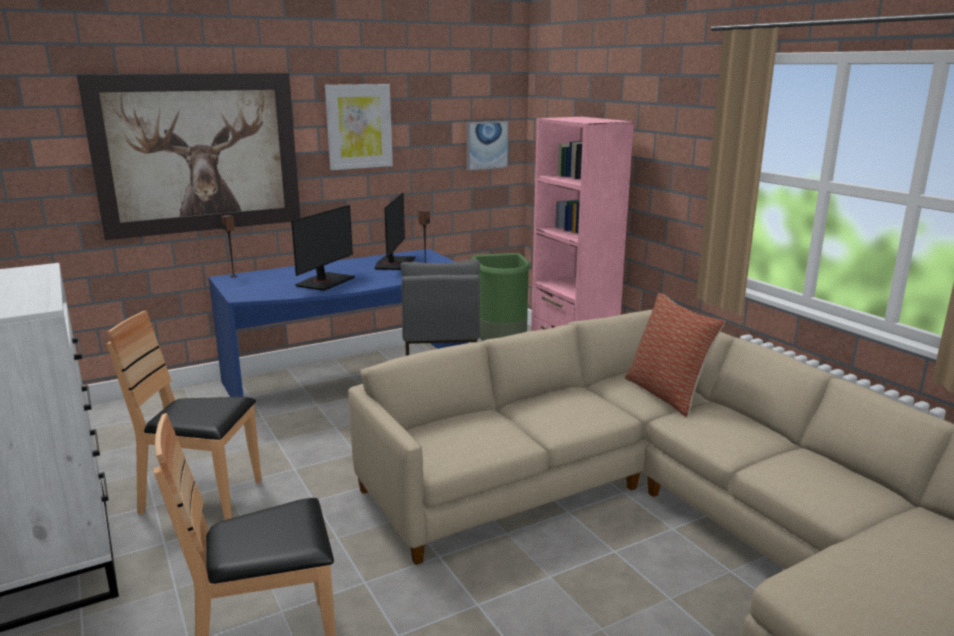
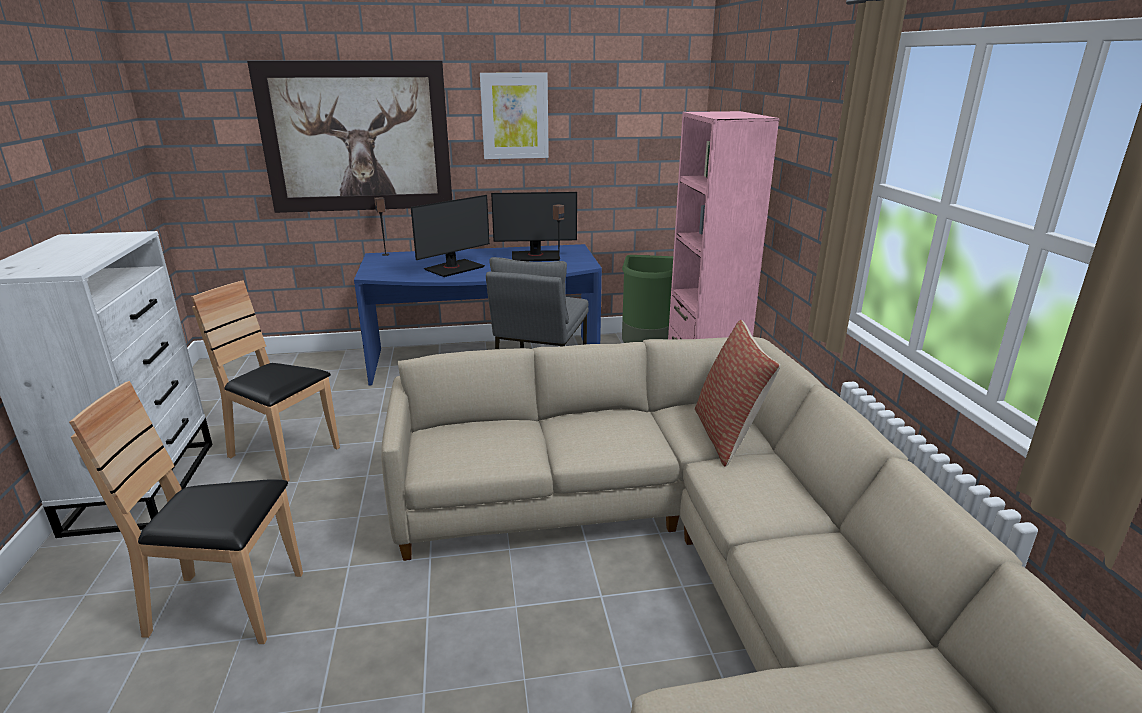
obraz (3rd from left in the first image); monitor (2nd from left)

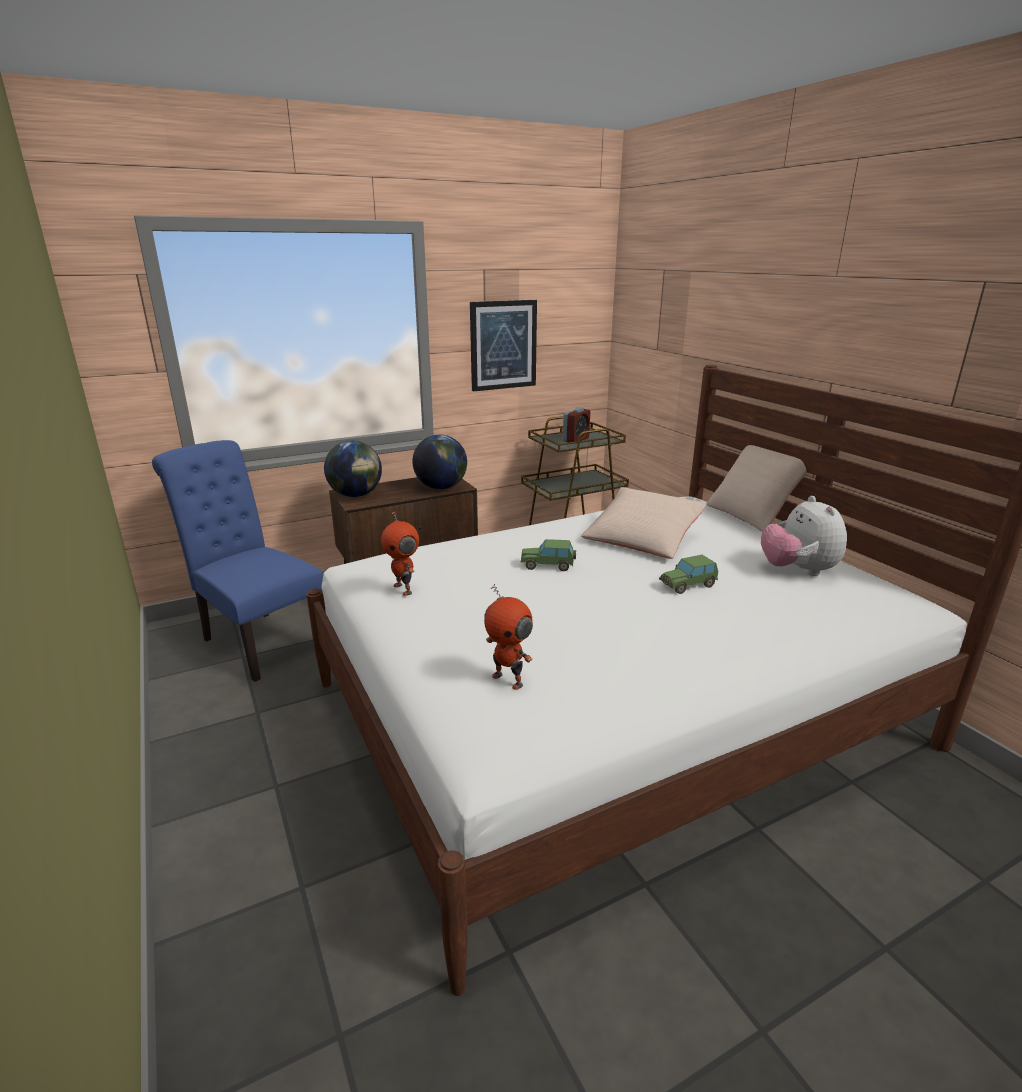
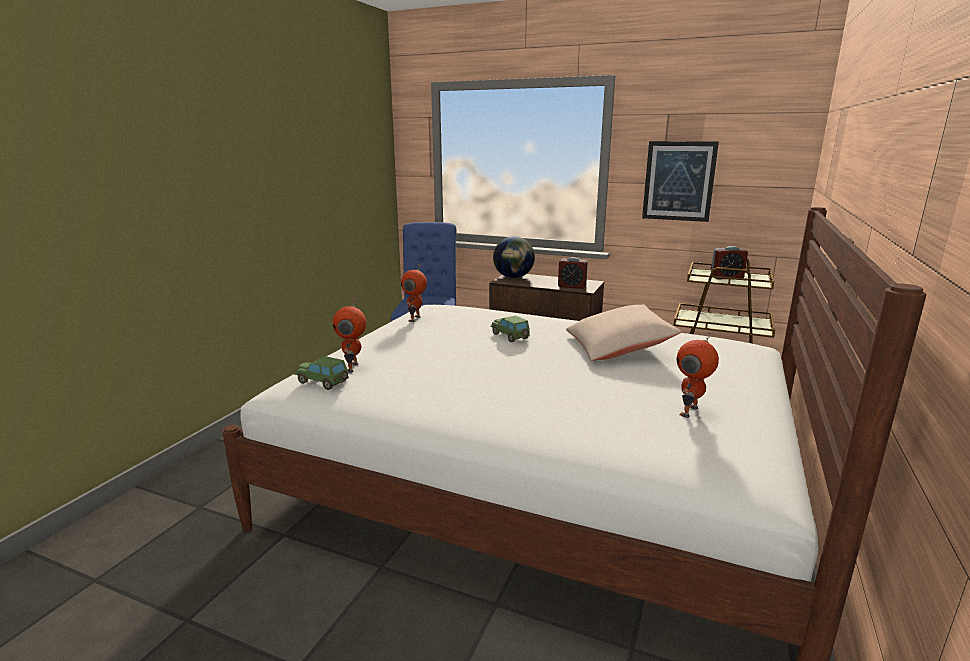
budzik (1st from left); poduszka/beżowy (2nd from left in the first image); robot zabawkowy (3rd from left); samochodzik (1st from left)

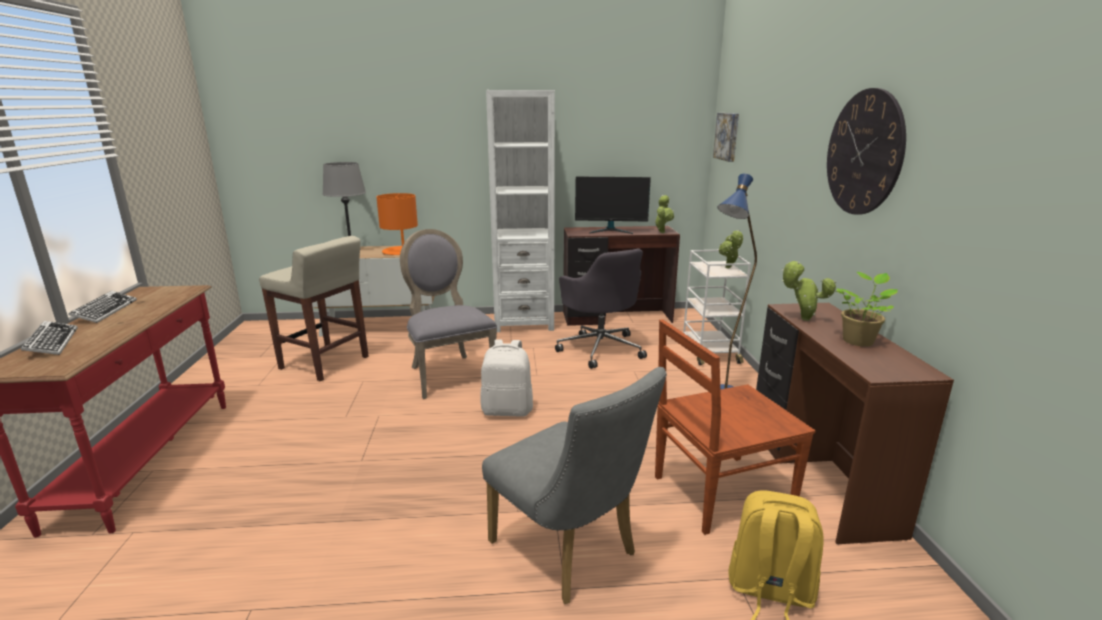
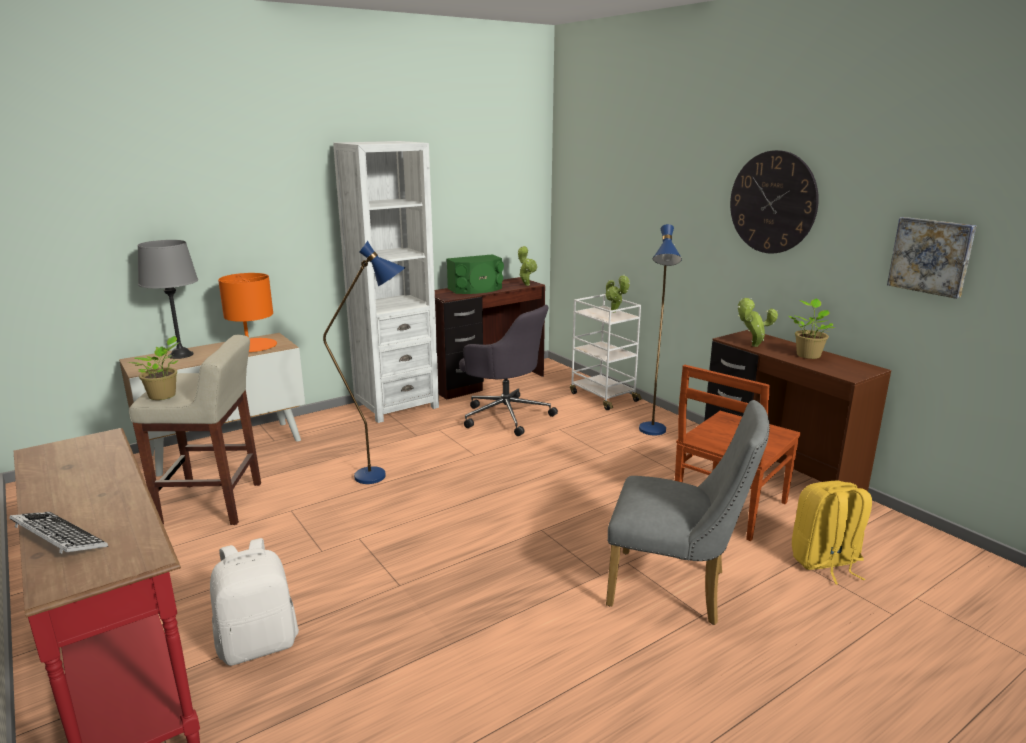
obraz; głośnik/zielony; lampa stojąca/niebieski (1st from left); klawiatura (2nd from left in the first image); plecak/biały; roślina doniczkowa (1st from left)

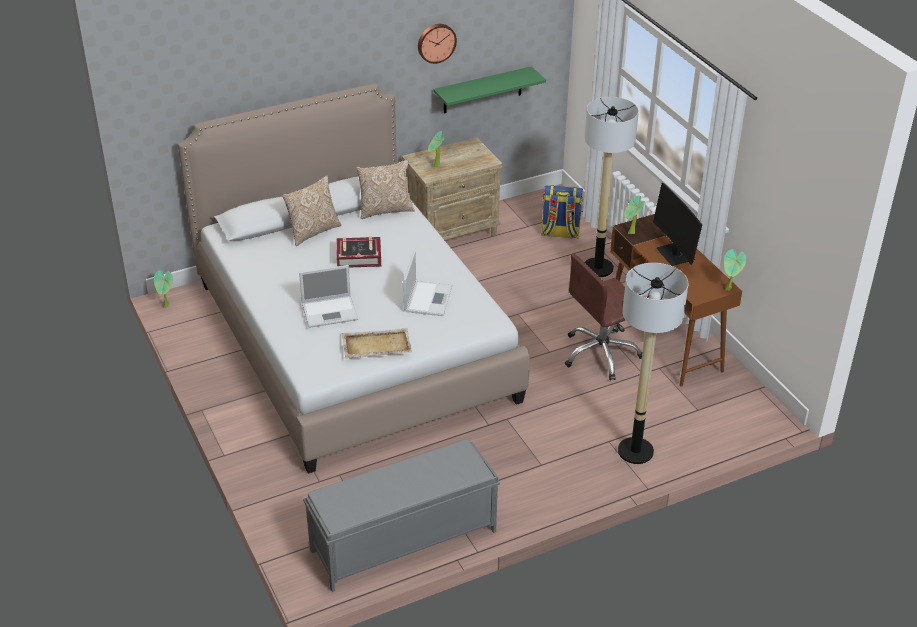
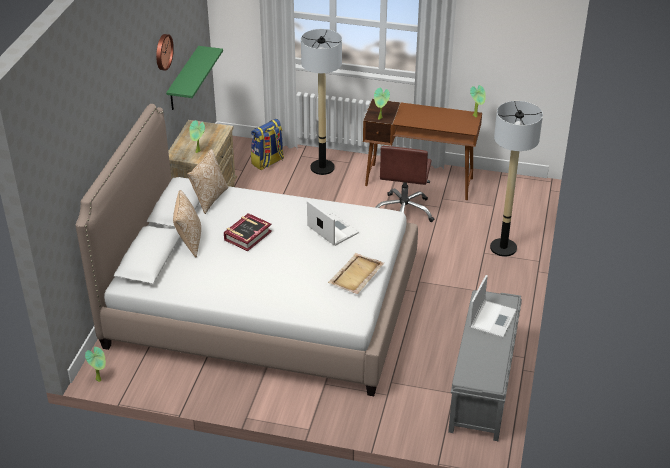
monitor; laptop (2nd from left)

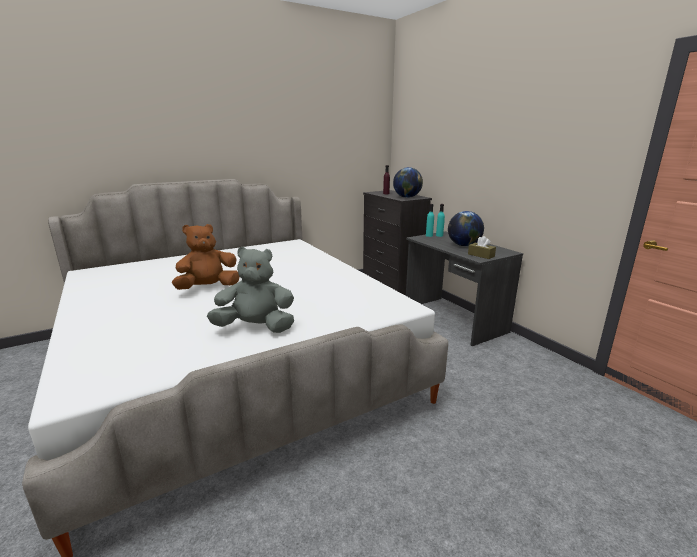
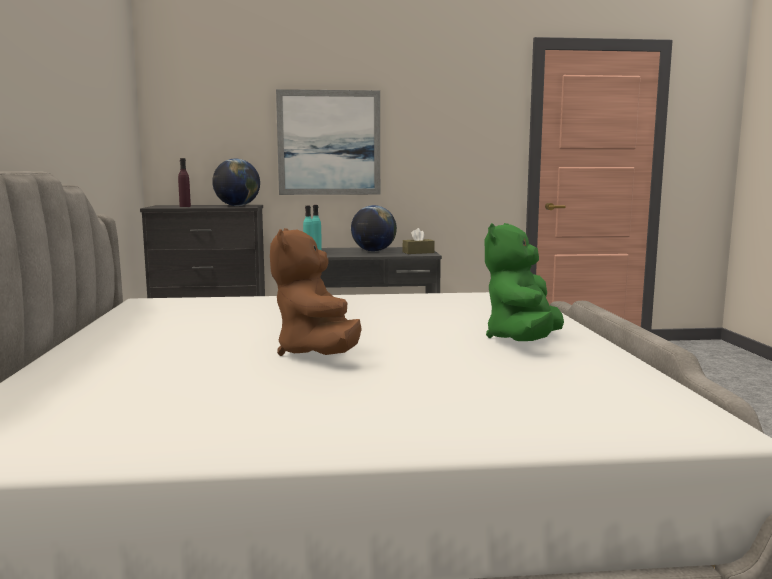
pluszak/zielony; obraz

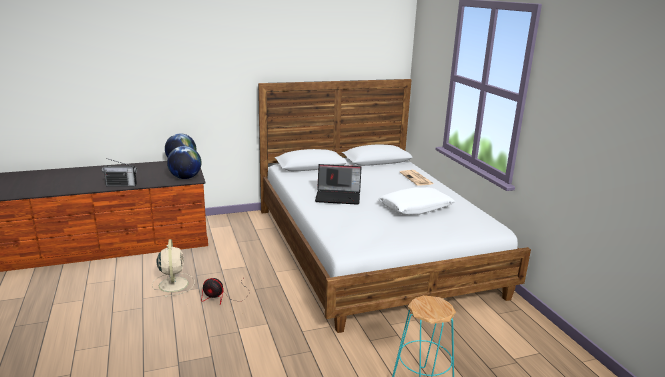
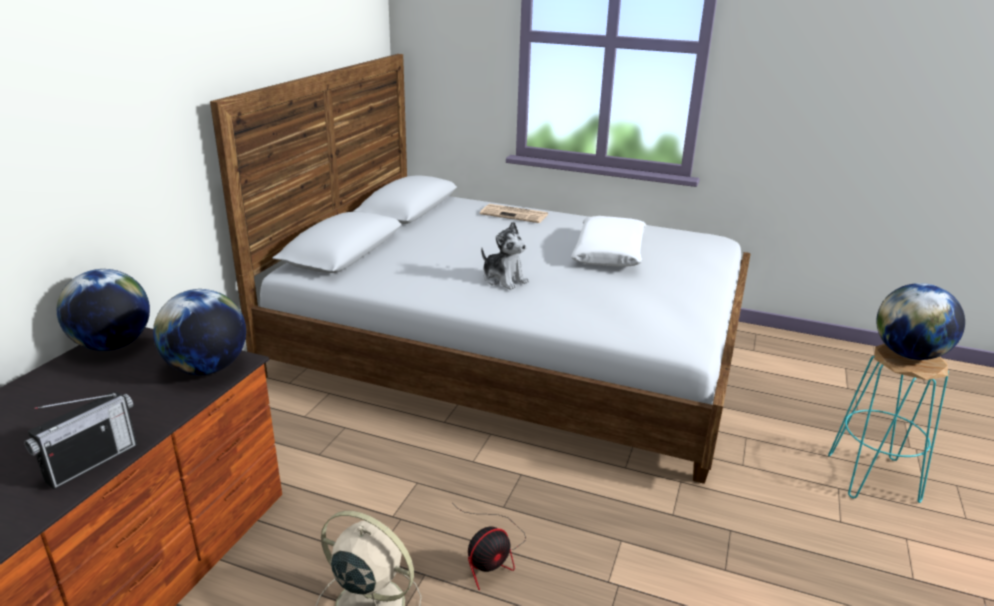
pluszak; globus (3rd from left)

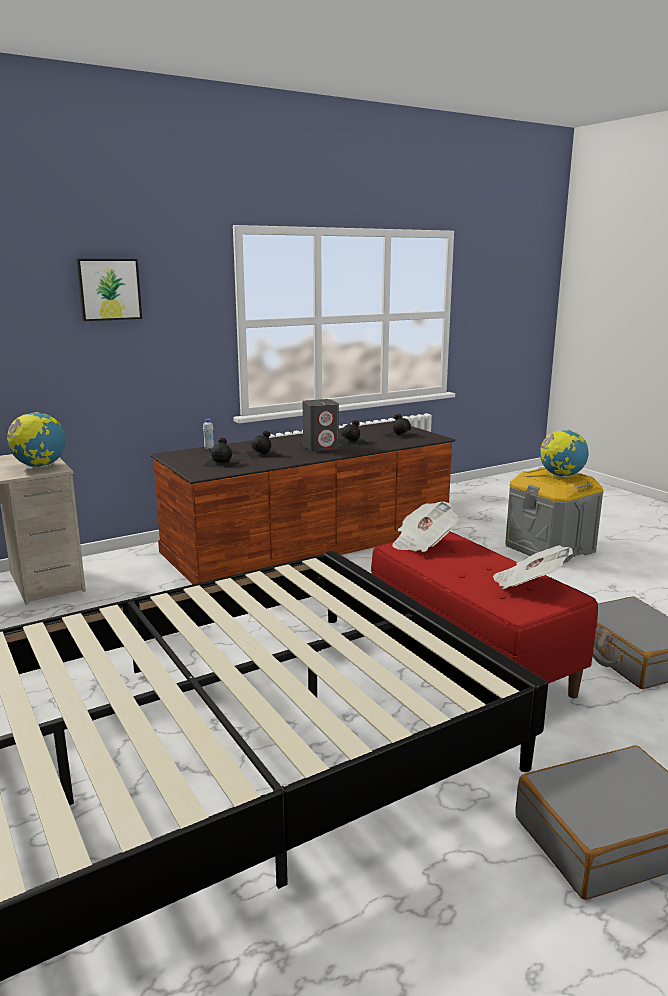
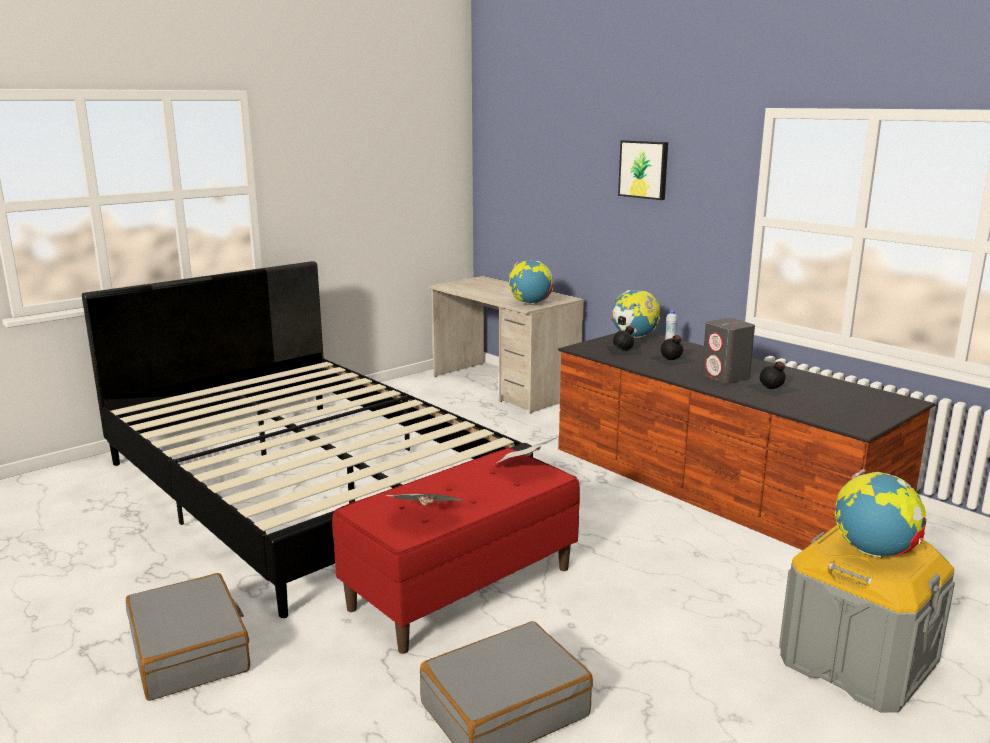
butelka/czarny (4th from left in the first image); globus (2nd from left)

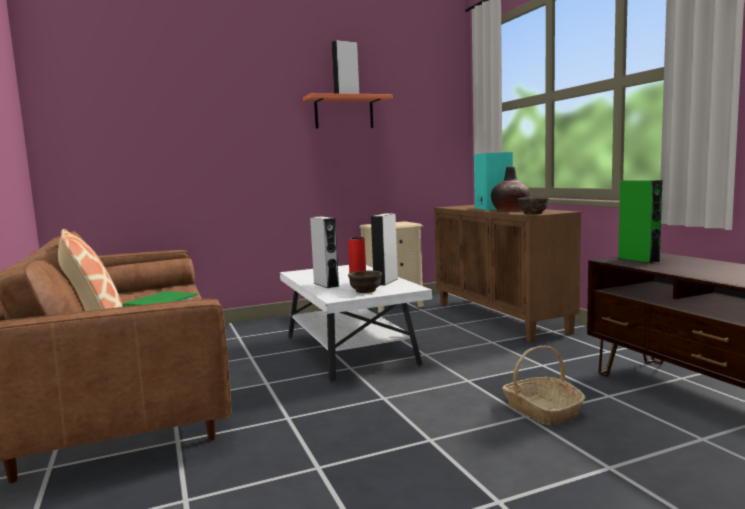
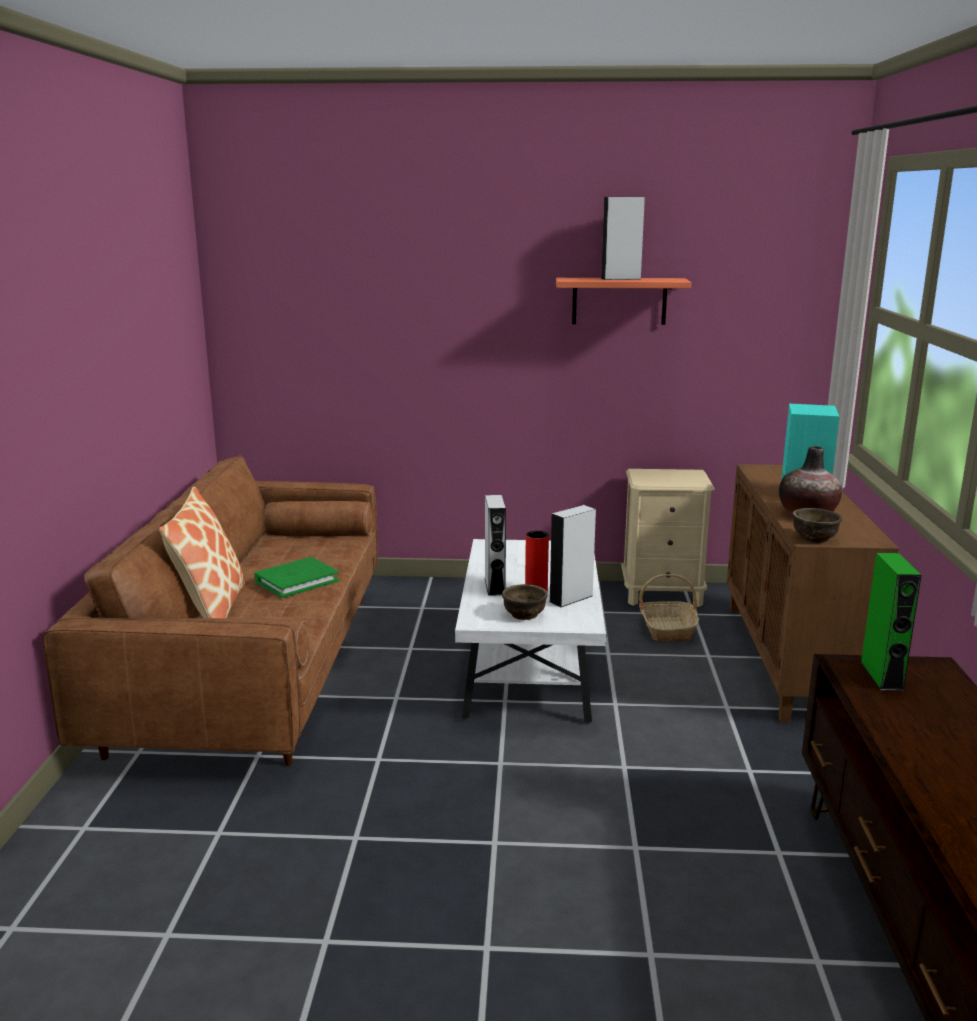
koszyk

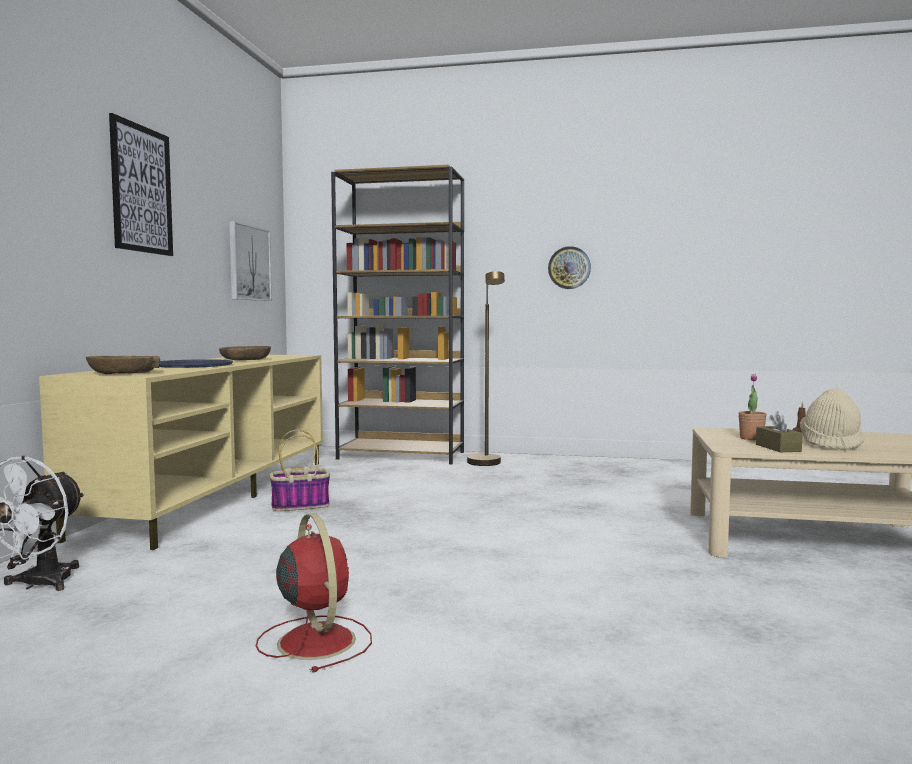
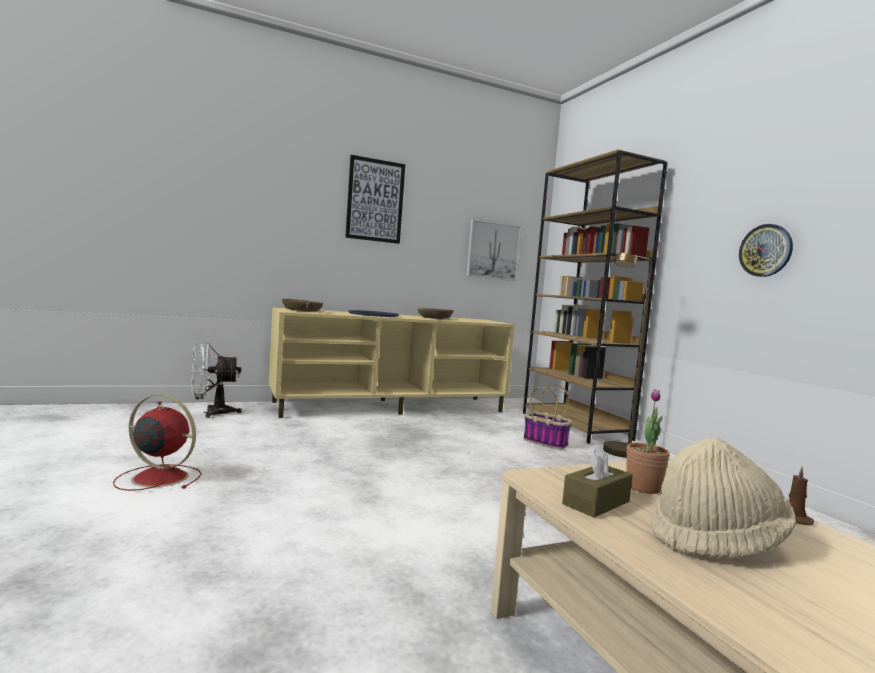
koszyk; wentylator/czerwony

